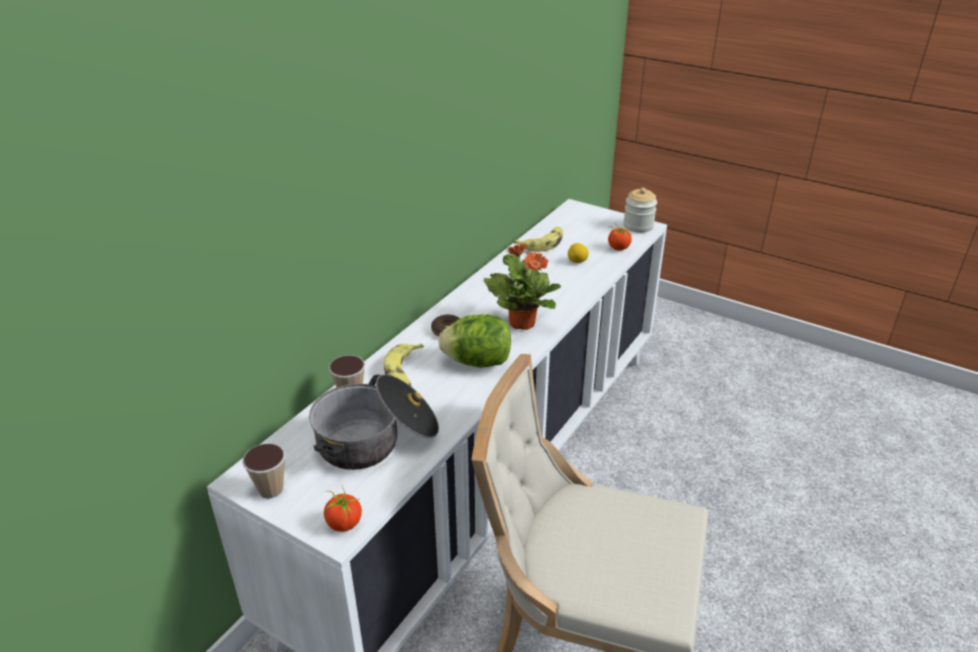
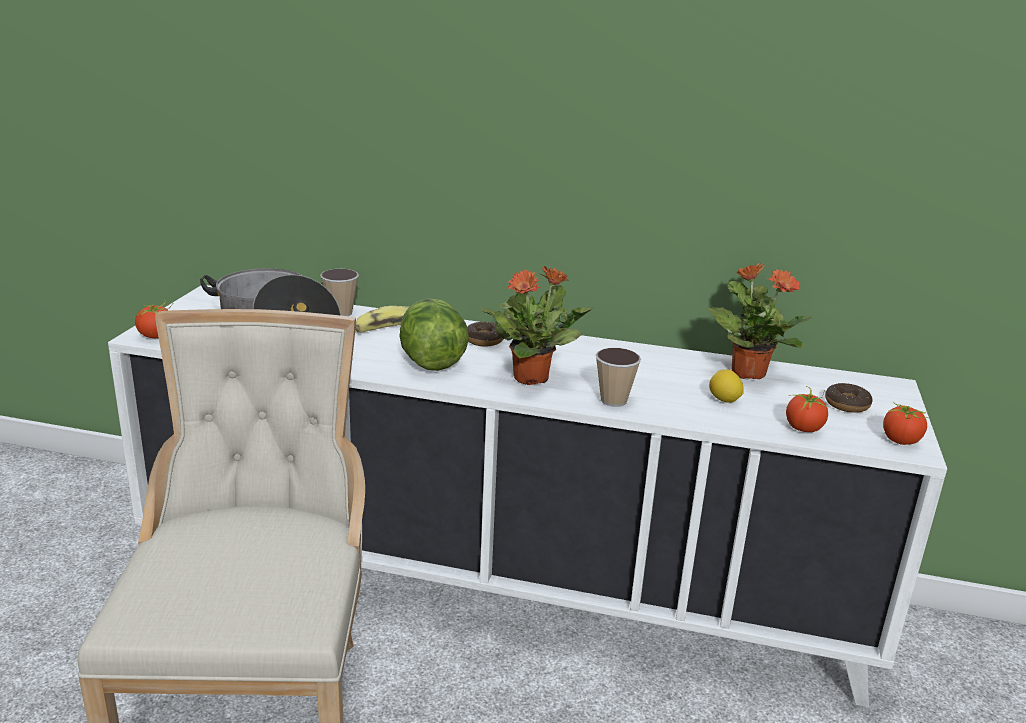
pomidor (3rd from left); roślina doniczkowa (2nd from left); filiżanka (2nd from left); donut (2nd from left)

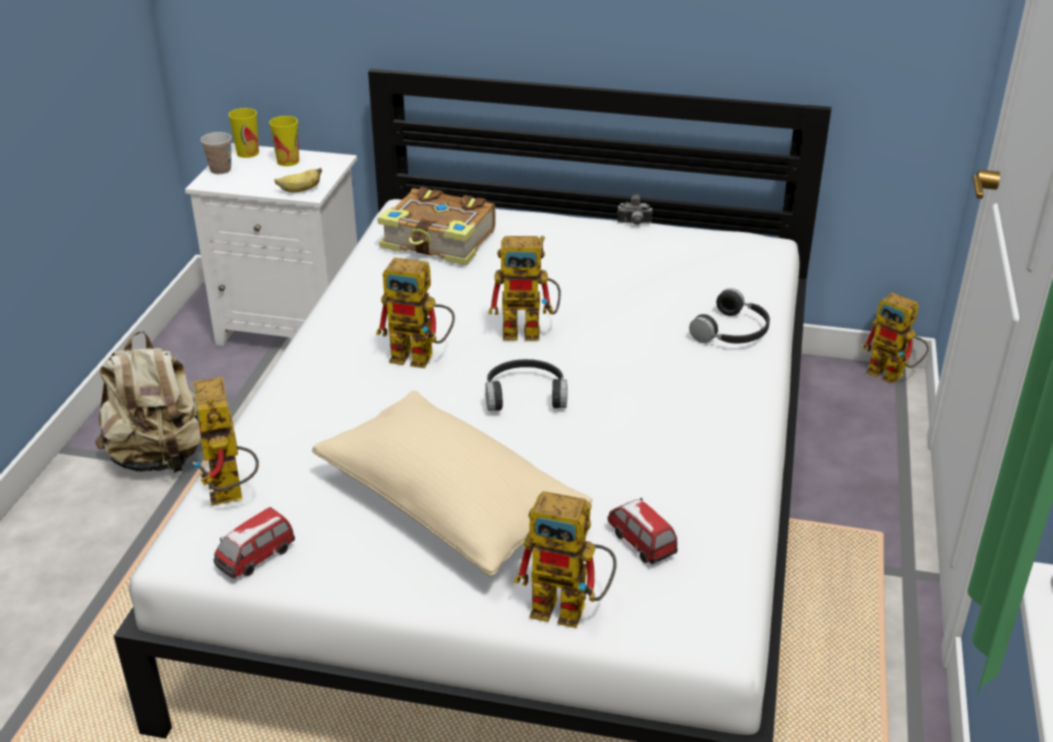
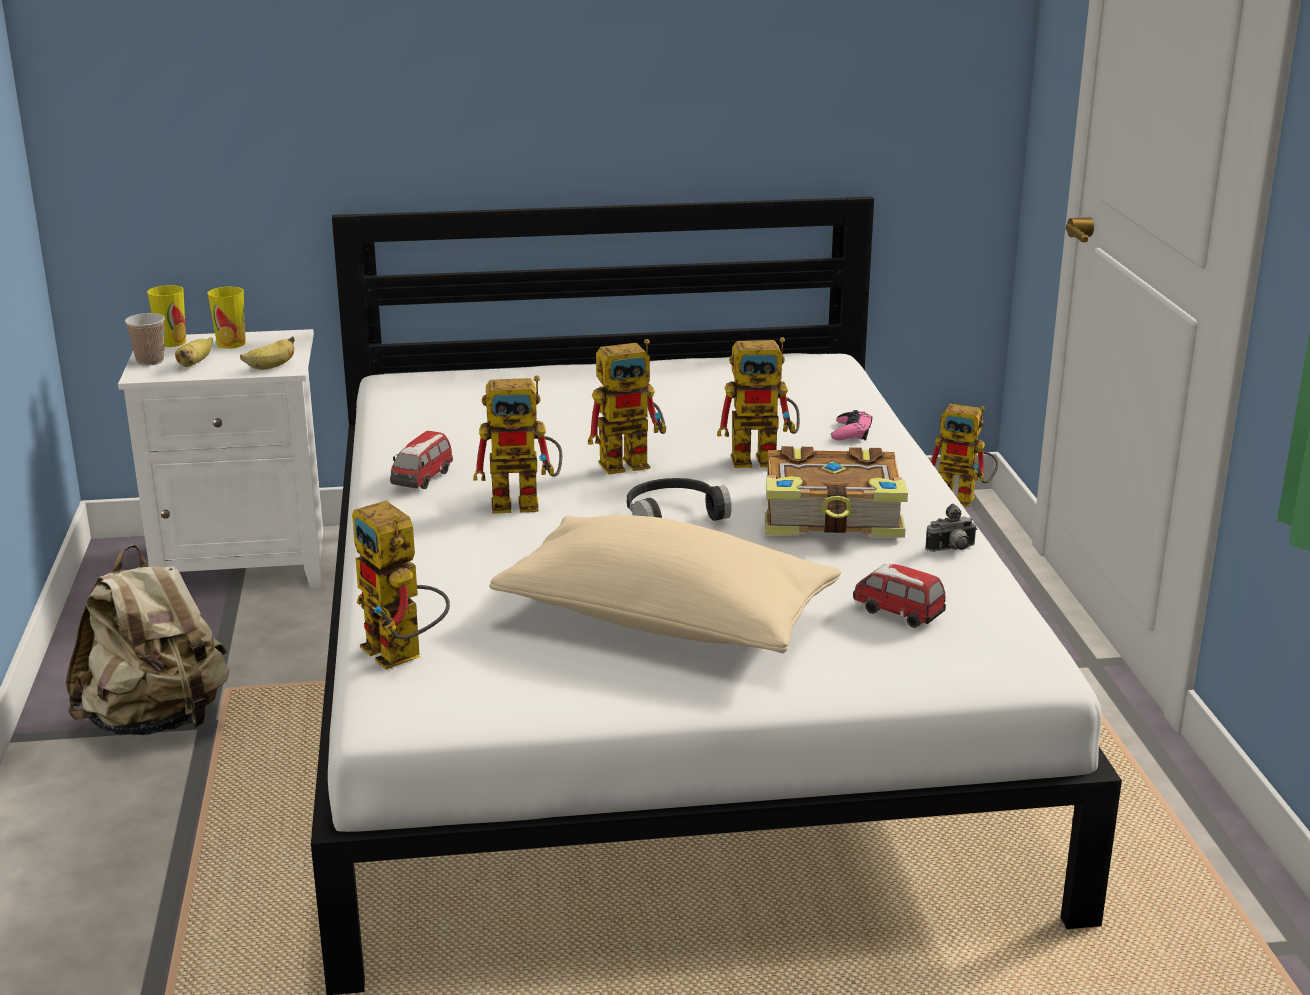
książka; aparat fotograficzny; pad do gier/różowy; robot zabawkowy (4th from left); samochodzik (1st from left); banan (1st from left)

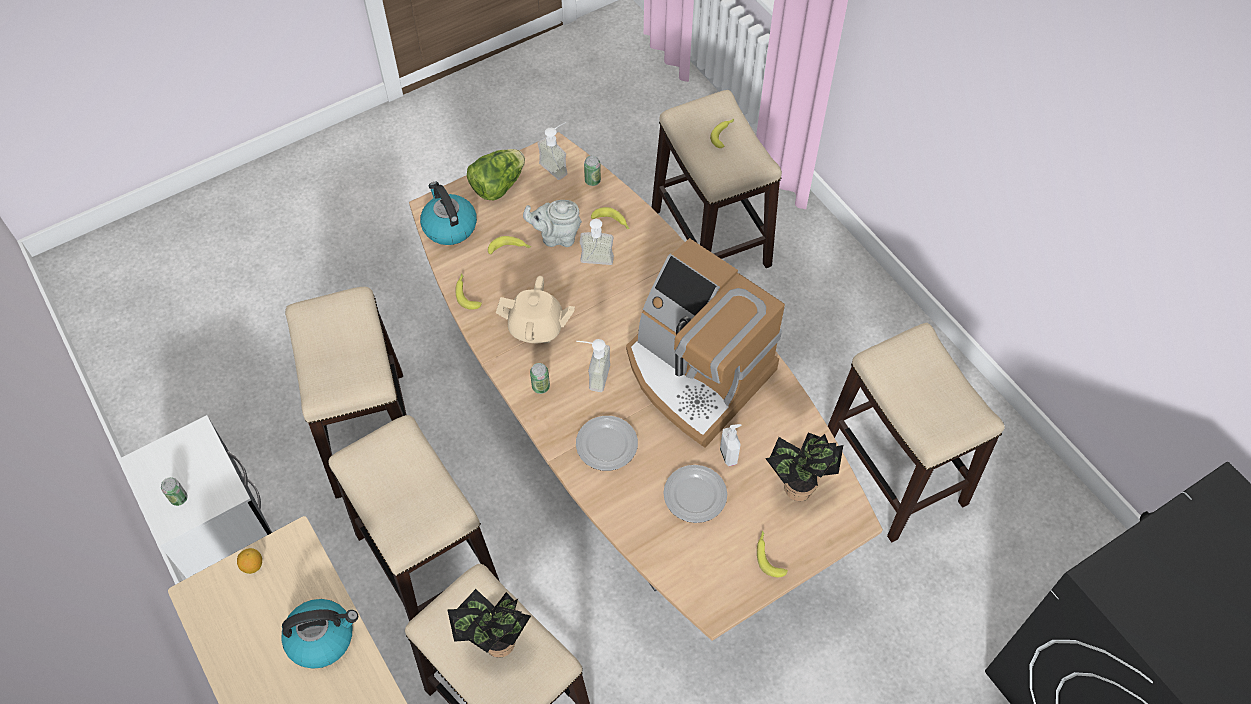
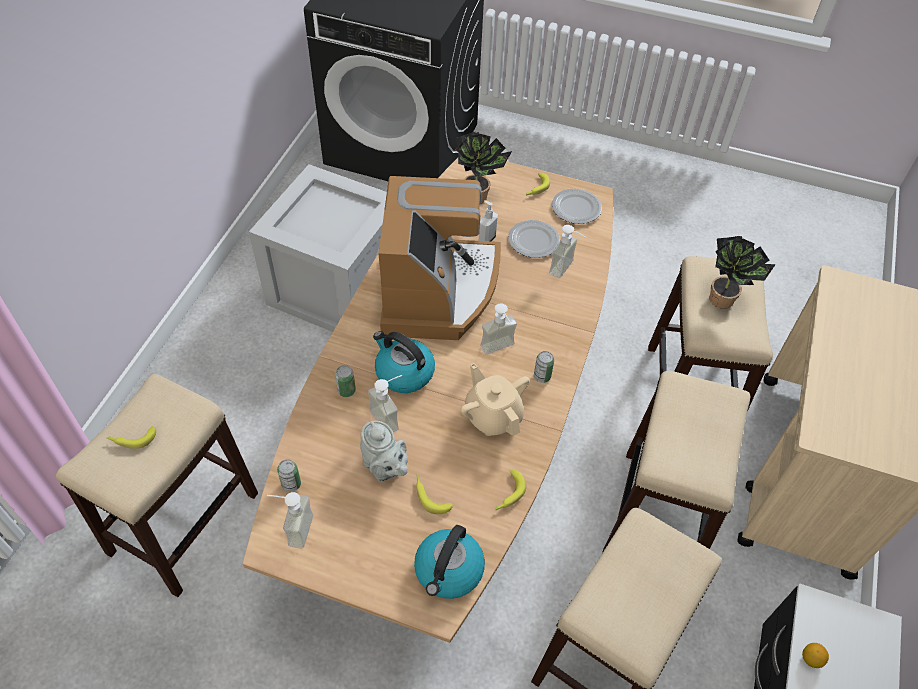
sałata; banan (3rd from left in the first image); skrzynka; talerz (2nd from left); puszka (2nd from left); cytryna; czajnik (1st from left); dozownik mydła (5th from left)

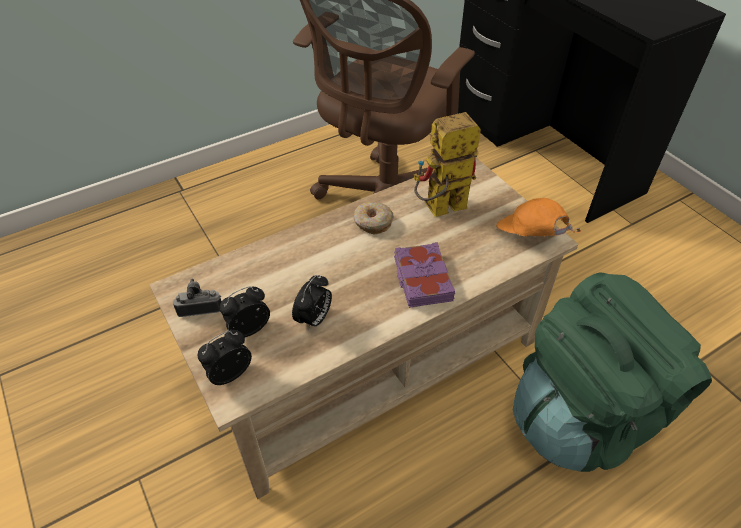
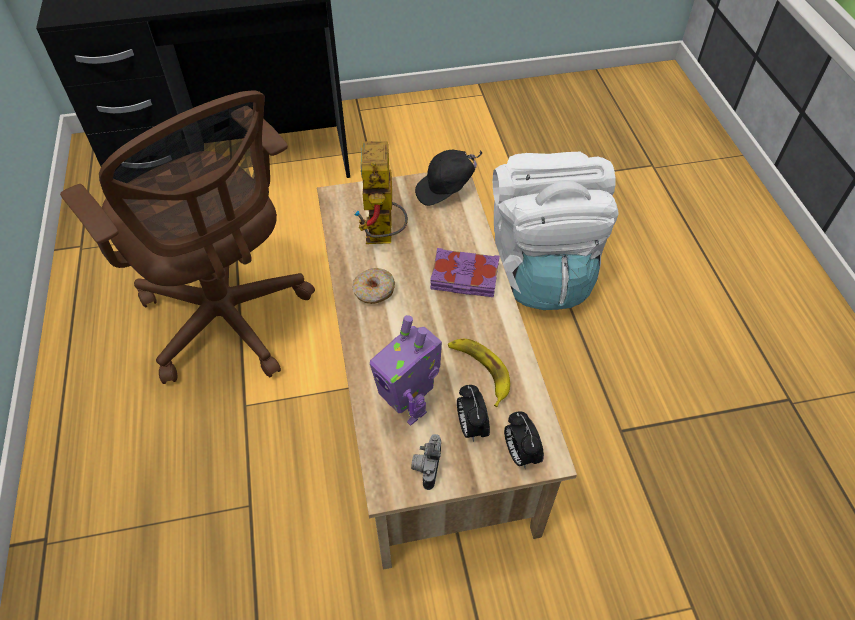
czapka z daszkiem/czarny; plecak/biały; banan; robot zabawkowy (2nd from left)

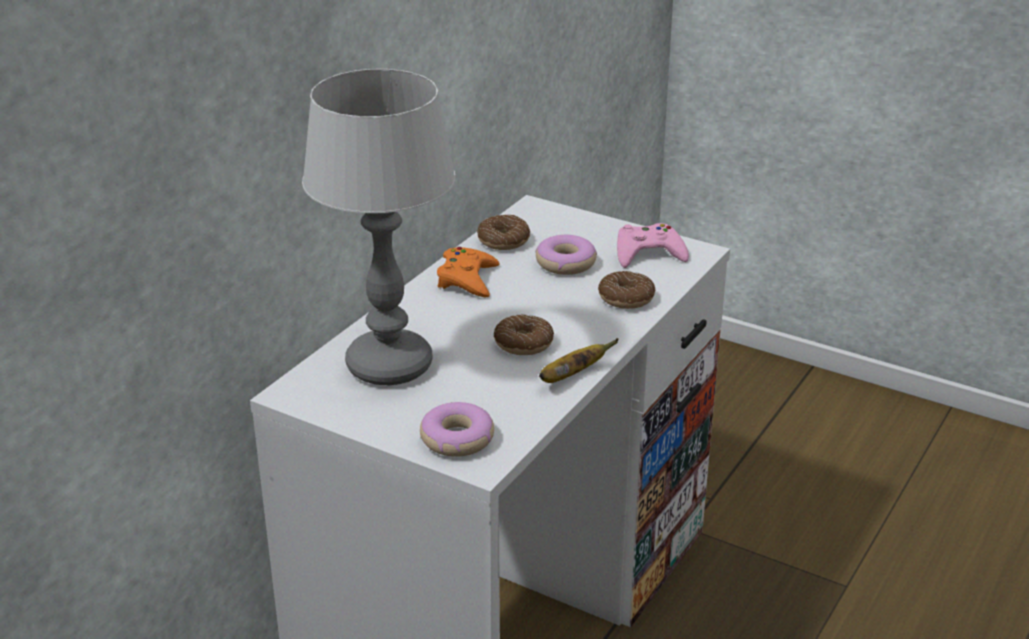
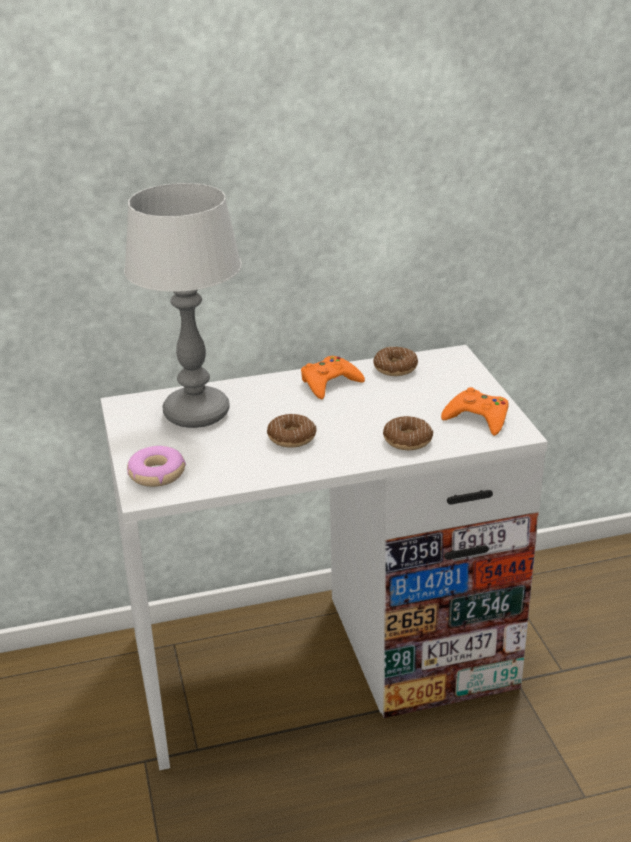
pad do gier/pomarańczowy (2nd from left); donut (4th from left in the first image); banan

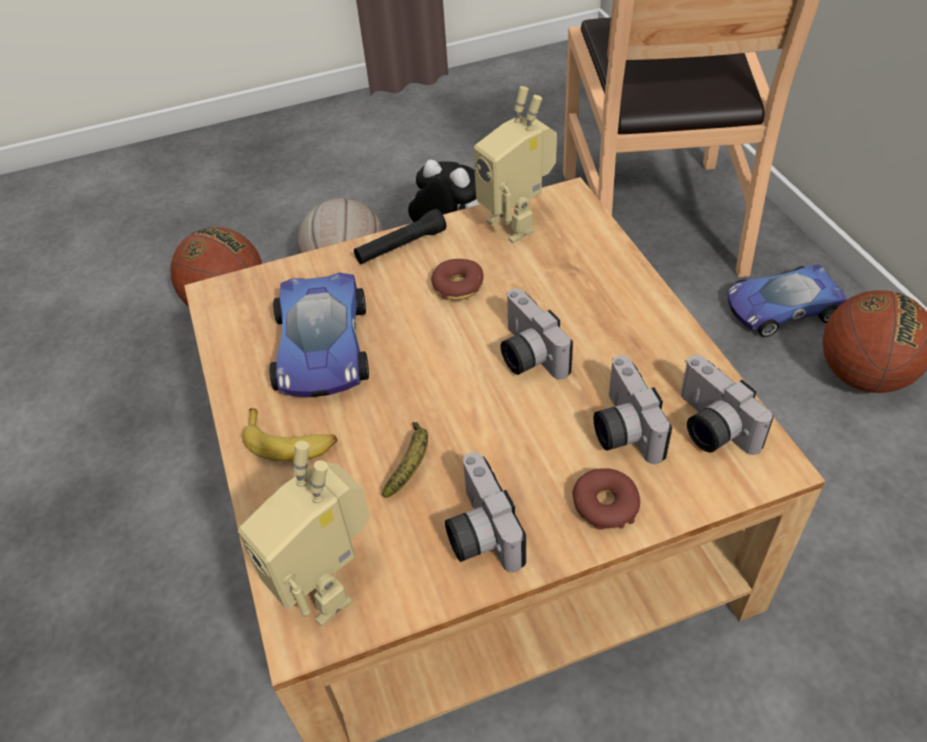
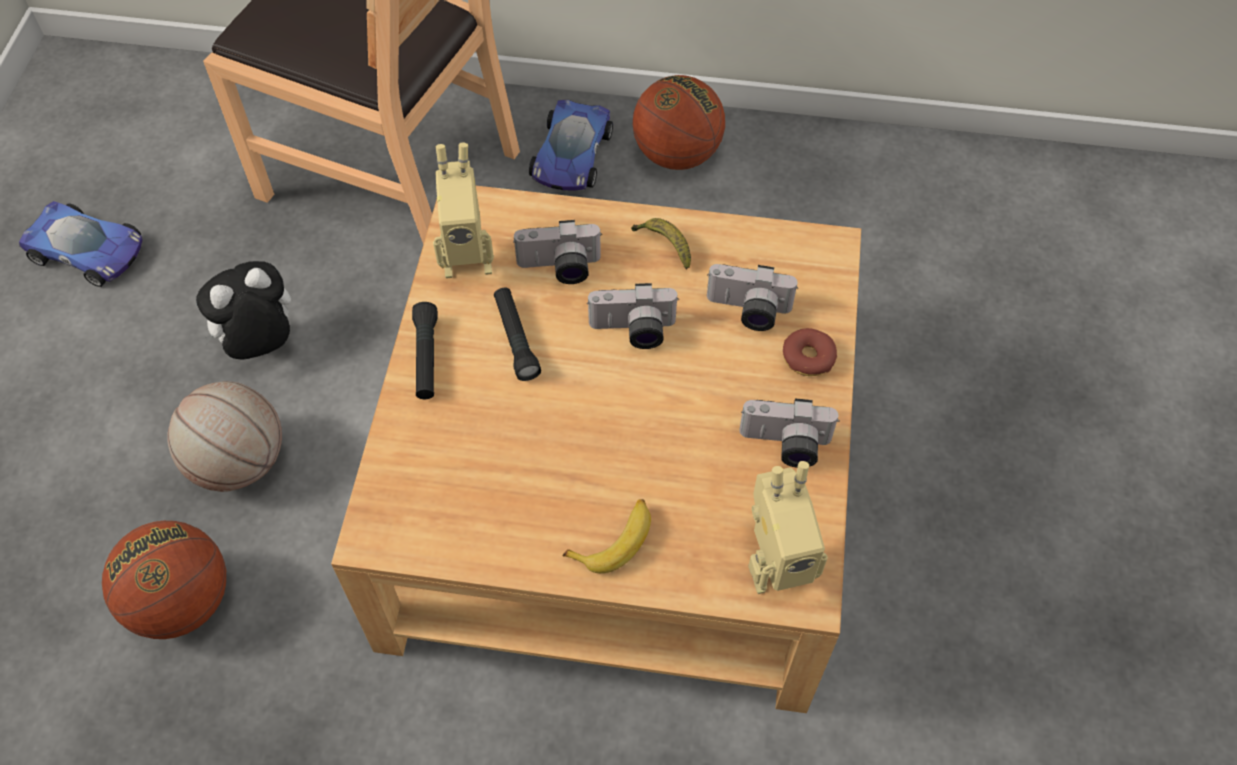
latarka/czarny (2nd from left); samochodzik (1st from left); aparat fotograficzny (1st from left); banan (2nd from left)

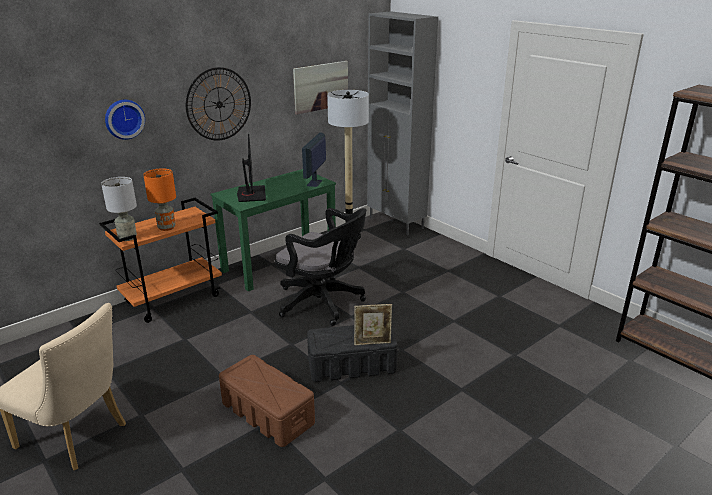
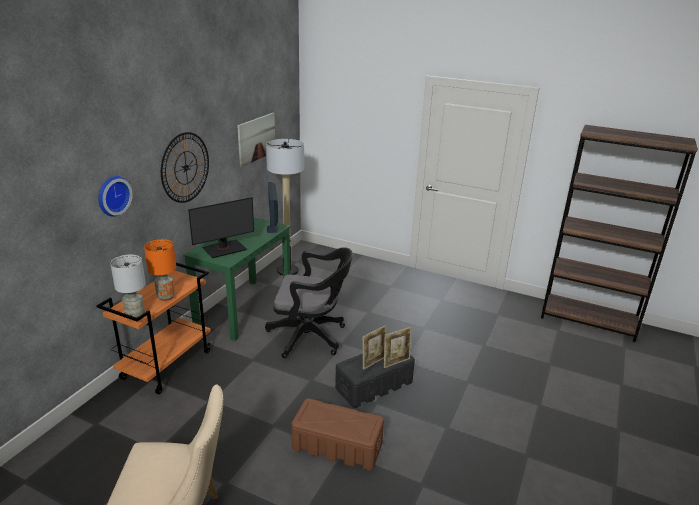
szafka/szary; monitor (1st from left); ramka na zdjęcie (1st from left)

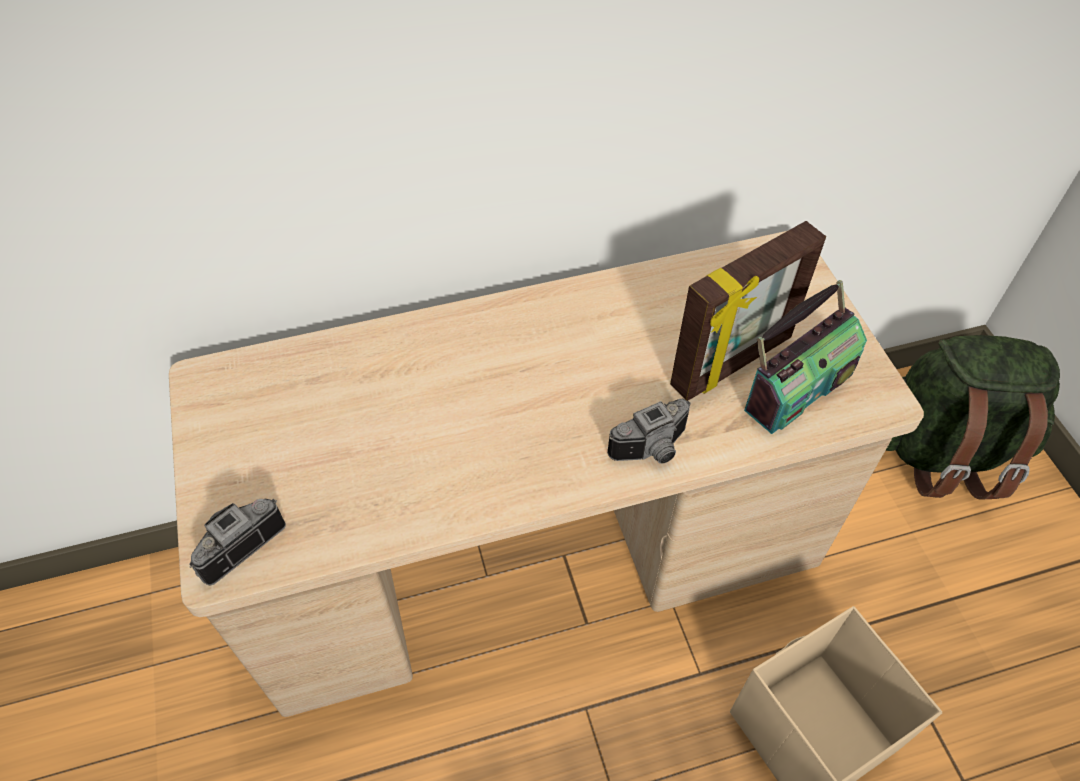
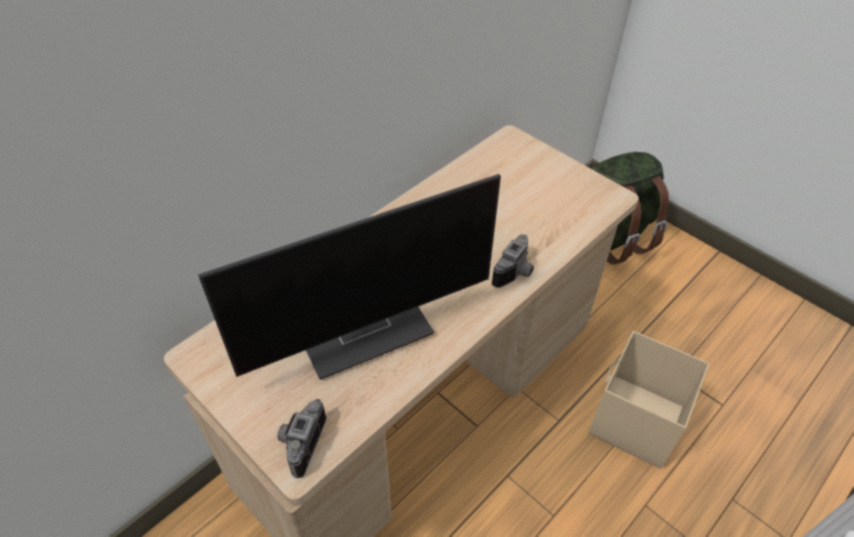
ramka na zdjęcie; radio; monitor

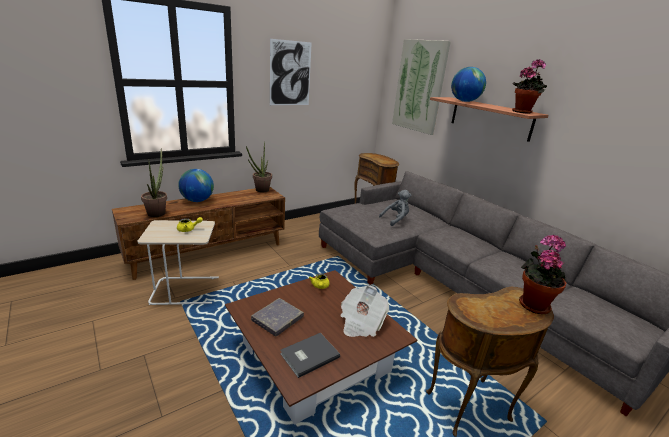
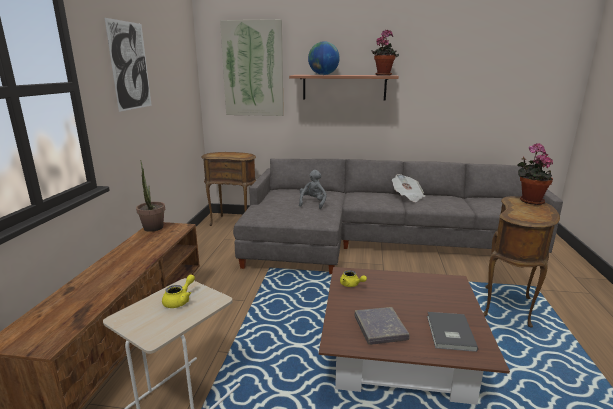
roślina doniczkowa (1st from left in the first image); globus (1st from left in the first image); gazeta

